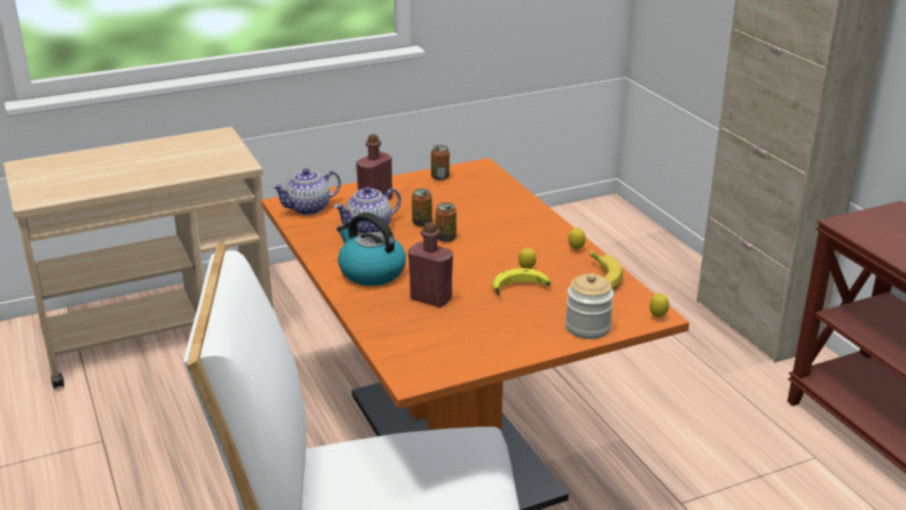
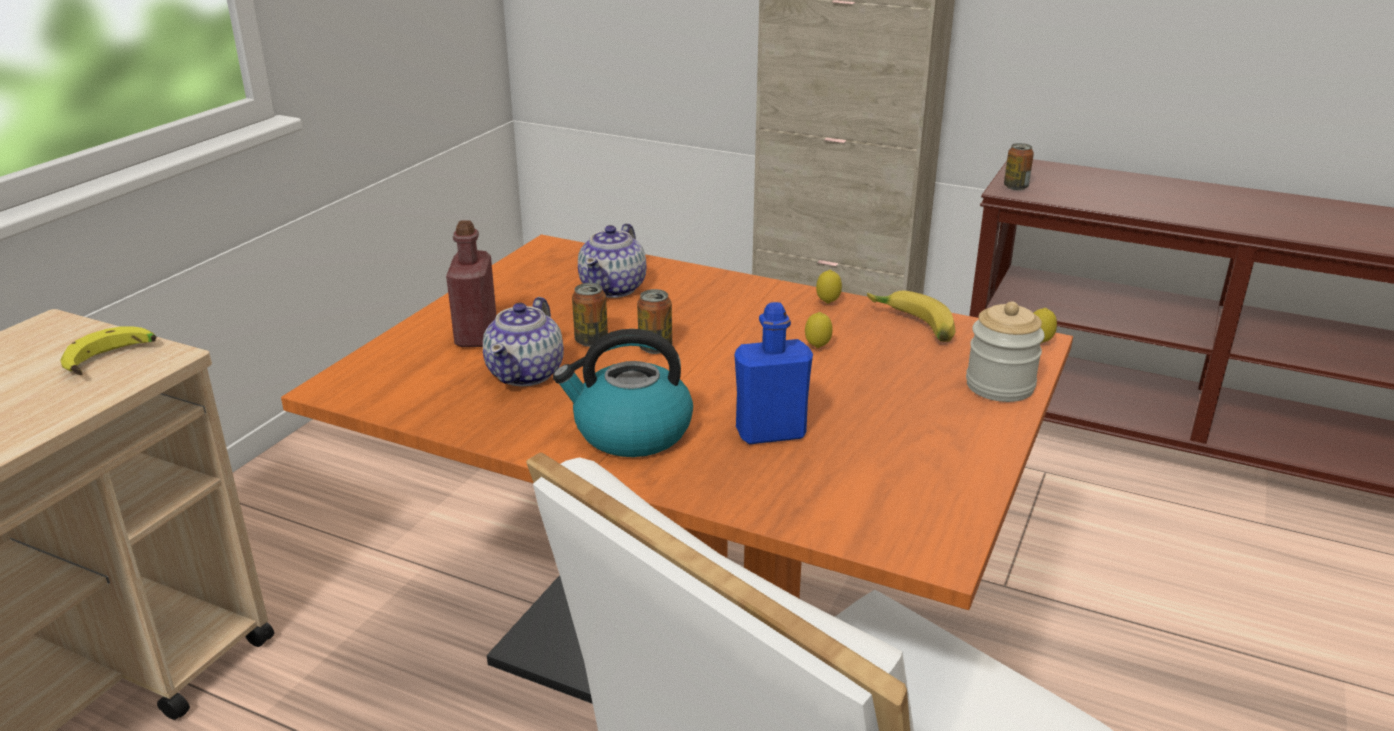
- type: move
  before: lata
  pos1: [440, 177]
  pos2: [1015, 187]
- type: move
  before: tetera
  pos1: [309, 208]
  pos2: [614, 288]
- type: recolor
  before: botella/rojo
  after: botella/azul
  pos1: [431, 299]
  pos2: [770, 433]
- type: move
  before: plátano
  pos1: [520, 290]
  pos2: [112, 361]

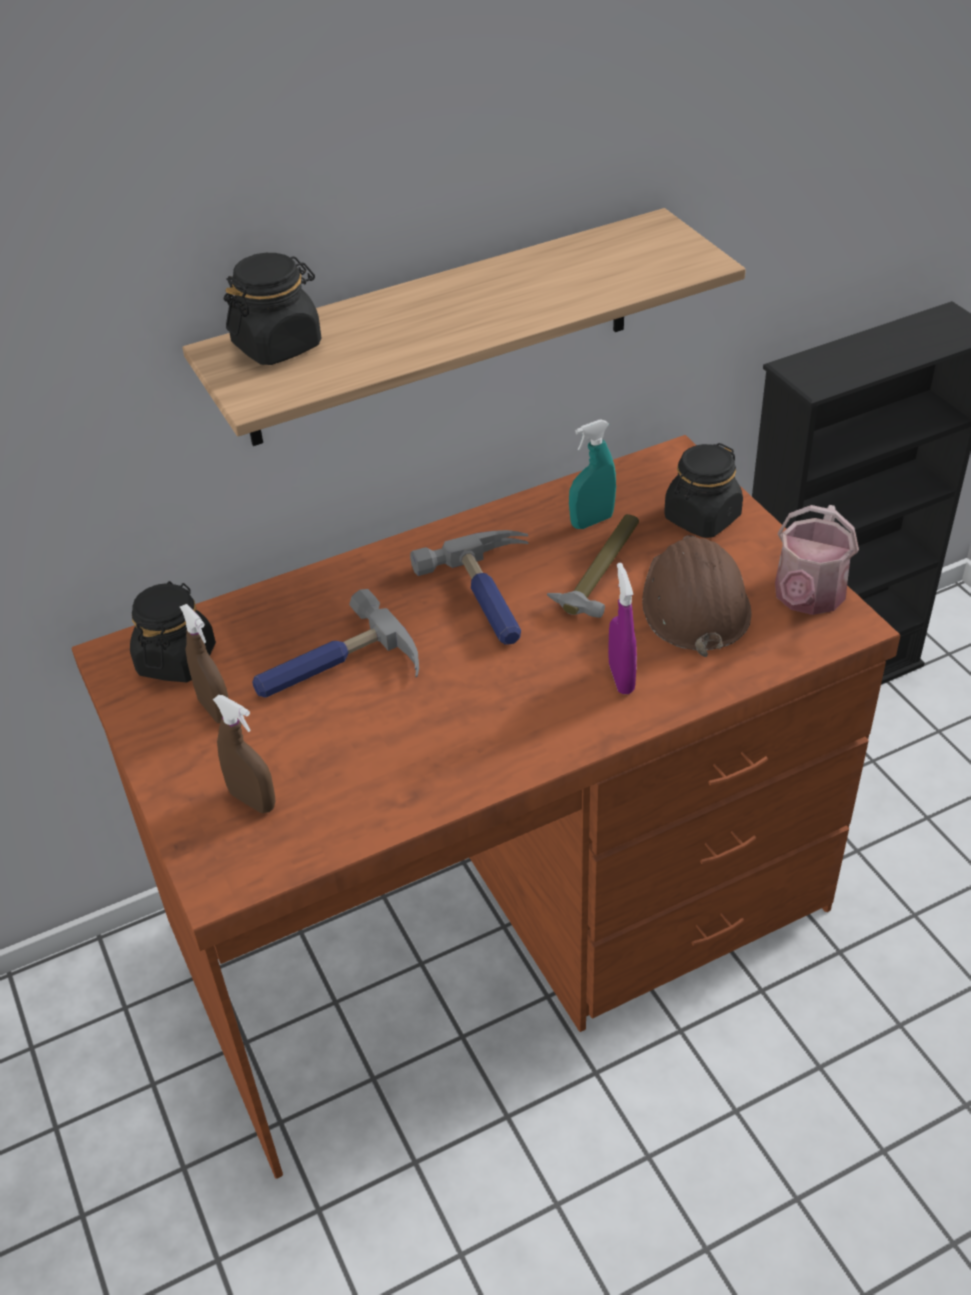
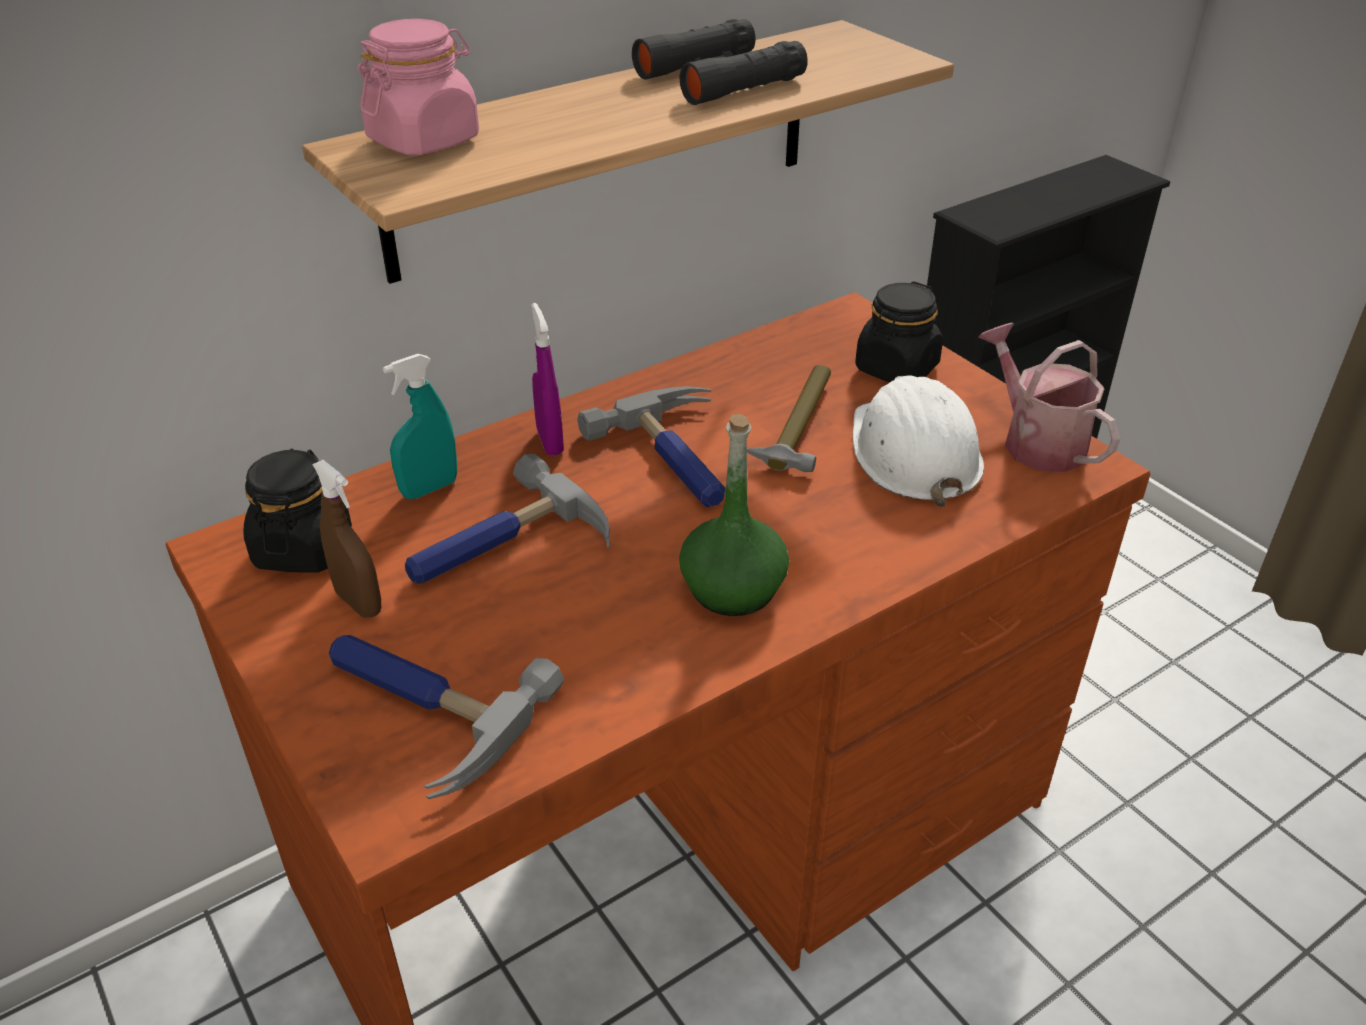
- type: recolor
  before: tarro/negro
  after: tarro/rosa
  pos1: [277, 345]
  pos2: [424, 140]
- type: move
  before: pulverizador/turquesa
  pos1: [592, 521]
  pos2: [429, 488]
- type: rotate
  before: regadera
  pos1: [807, 598]
  pos2: [1036, 441]
  turn: 135
- type: recolor
  before: casco/marrón
  after: casco/blanco
  pos1: [694, 604]
  pos2: [913, 453]
- type: move
  before: pulverizador/morado
  pos1: [621, 678]
  pos2: [550, 441]
- type: replace
  before: pulverizador/marrón
  after: martillo
  pos1: [253, 800]
  pos2: [420, 708]
- type: insert
  after: prismáticos/negro
  pos2: [719, 78]
- type: insert
  after: botella/verde
  pos2: [733, 589]

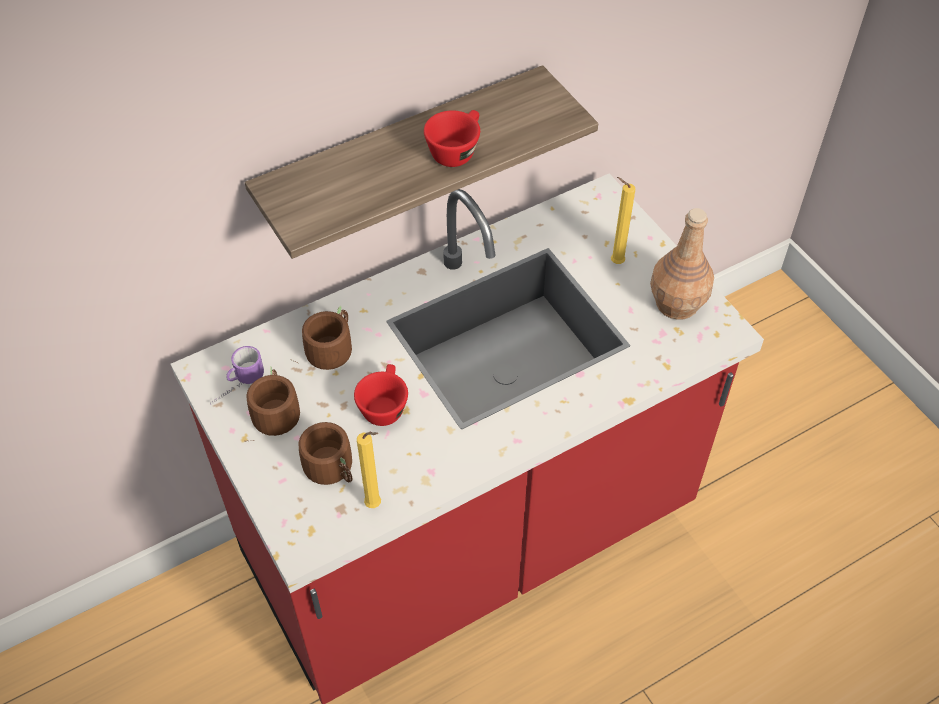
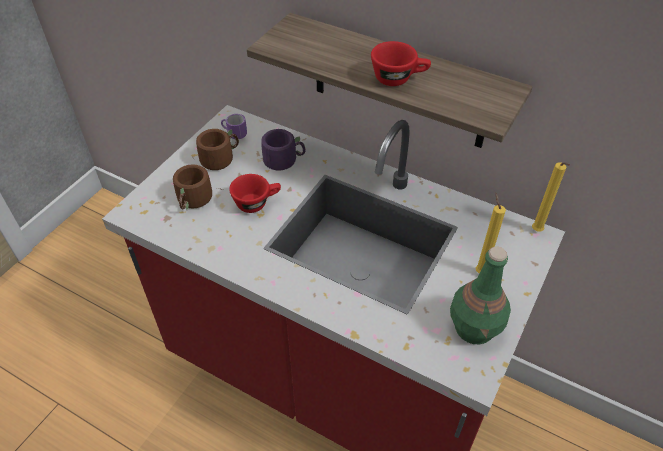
- type: recolor
  before: botella/marrón
  after: botella/verde
  pos1: [677, 303]
  pos2: [475, 327]
- type: recolor
  before: taza grande/marrón
  after: taza grande/morado
  pos1: [329, 348]
  pos2: [284, 159]
- type: move
  before: vela/amarillo
  pos1: [375, 505]
  pos2: [537, 232]

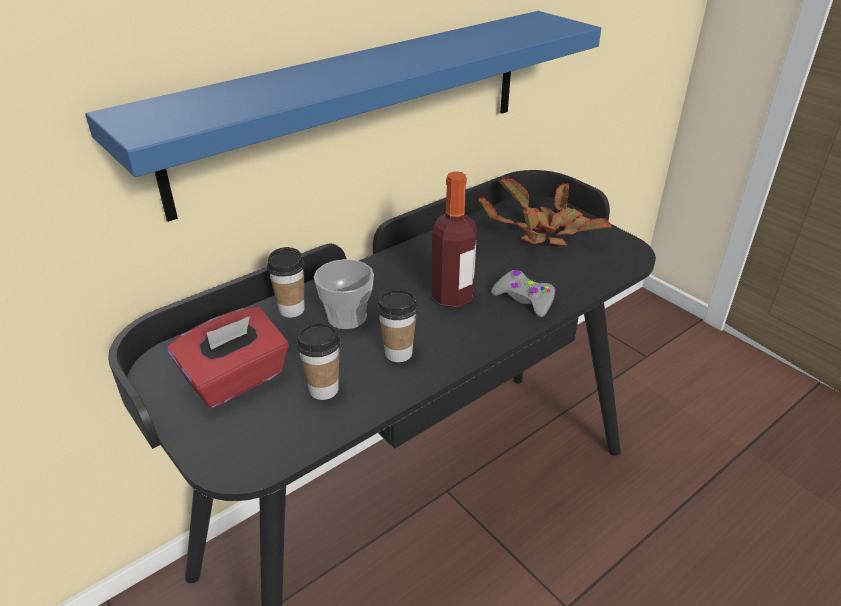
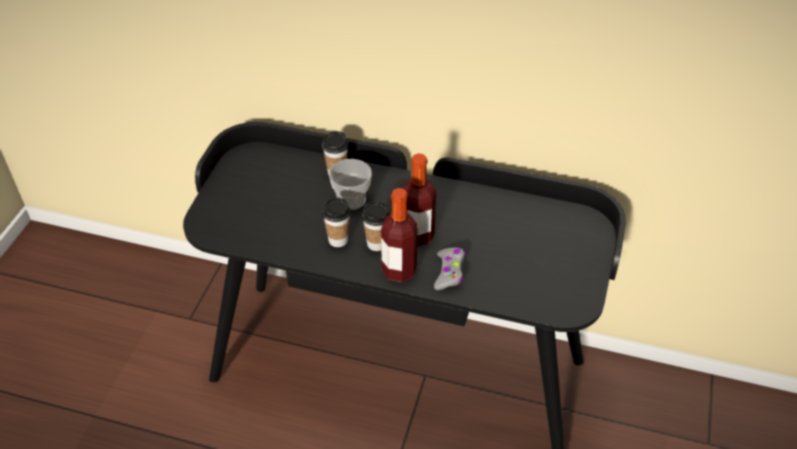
- type: delete
  before: estante/azul
  pos1: [358, 106]
- type: delete
  before: planta en maceta
  pos1: [544, 233]
- type: delete
  before: caja de pañuelos/rojo
  pos1: [236, 380]
- type: move
  before: taza
  pos1: [323, 389]
  pos2: [376, 244]
- type: insert
  after: botella
  pos2: [399, 270]

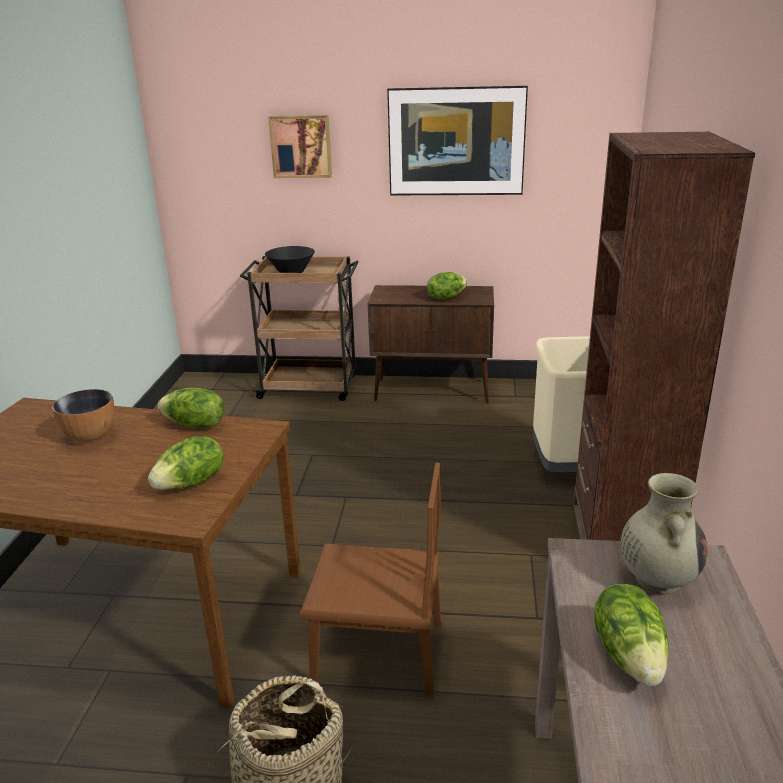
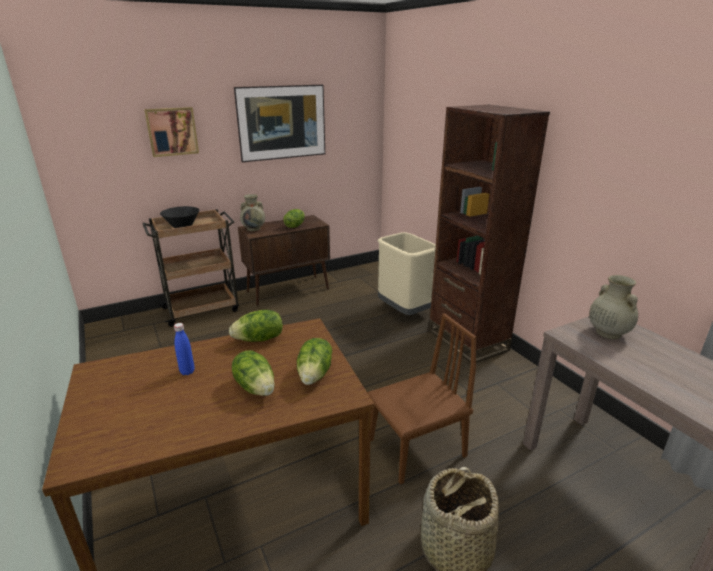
- type: replace
  before: cuenco
  after: botella/azul
  pos1: [90, 436]
  pos2: [187, 371]
- type: move
  before: lechuga
  pos1: [630, 655]
  pos2: [256, 387]
- type: insert
  after: florero/beis
  pos2: [254, 229]

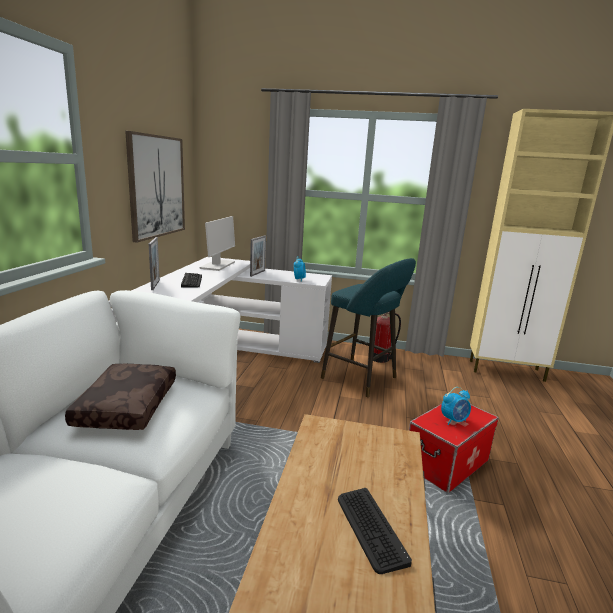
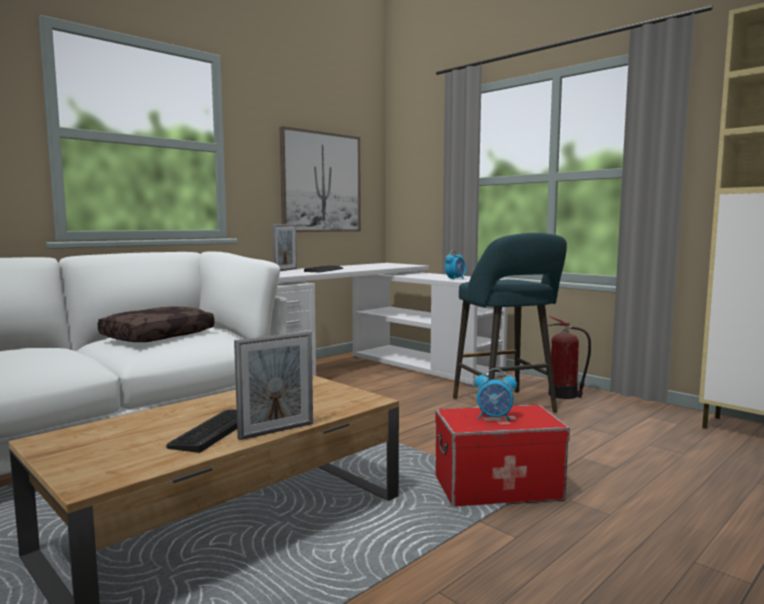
- type: delete
  before: monitor
  pos1: [218, 265]
- type: move
  before: portarretratos
  pos1: [257, 273]
  pos2: [276, 431]

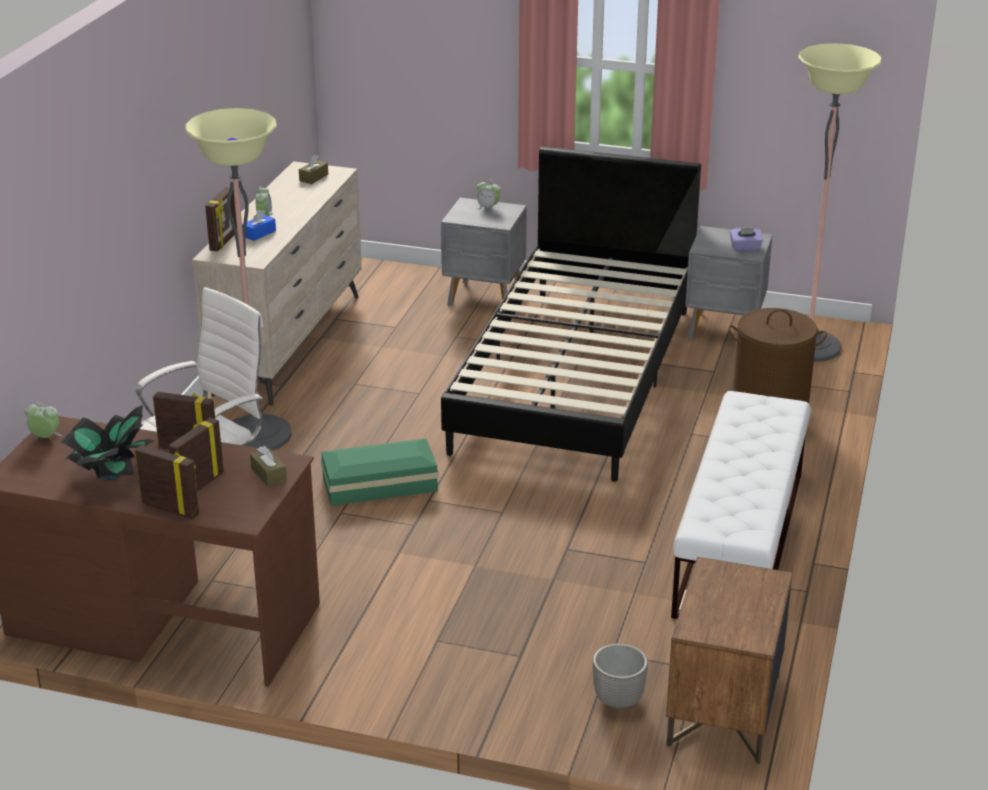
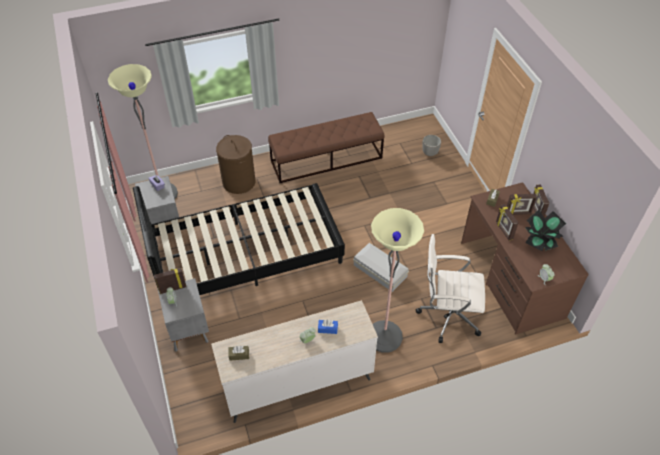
- type: move
  before: portarretratos
  pos1: [224, 242]
  pos2: [172, 288]
- type: recolor
  before: banco/blanco
  after: banco/marrón
  pos1: [740, 542]
  pos2: [326, 159]
- type: recolor
  before: caja de almacenaje/verde
  after: caja de almacenaje/blanco
  pos1: [377, 483]
  pos2: [380, 271]
- type: delete
  before: mesita de noche/marrón
  pos1: [724, 712]

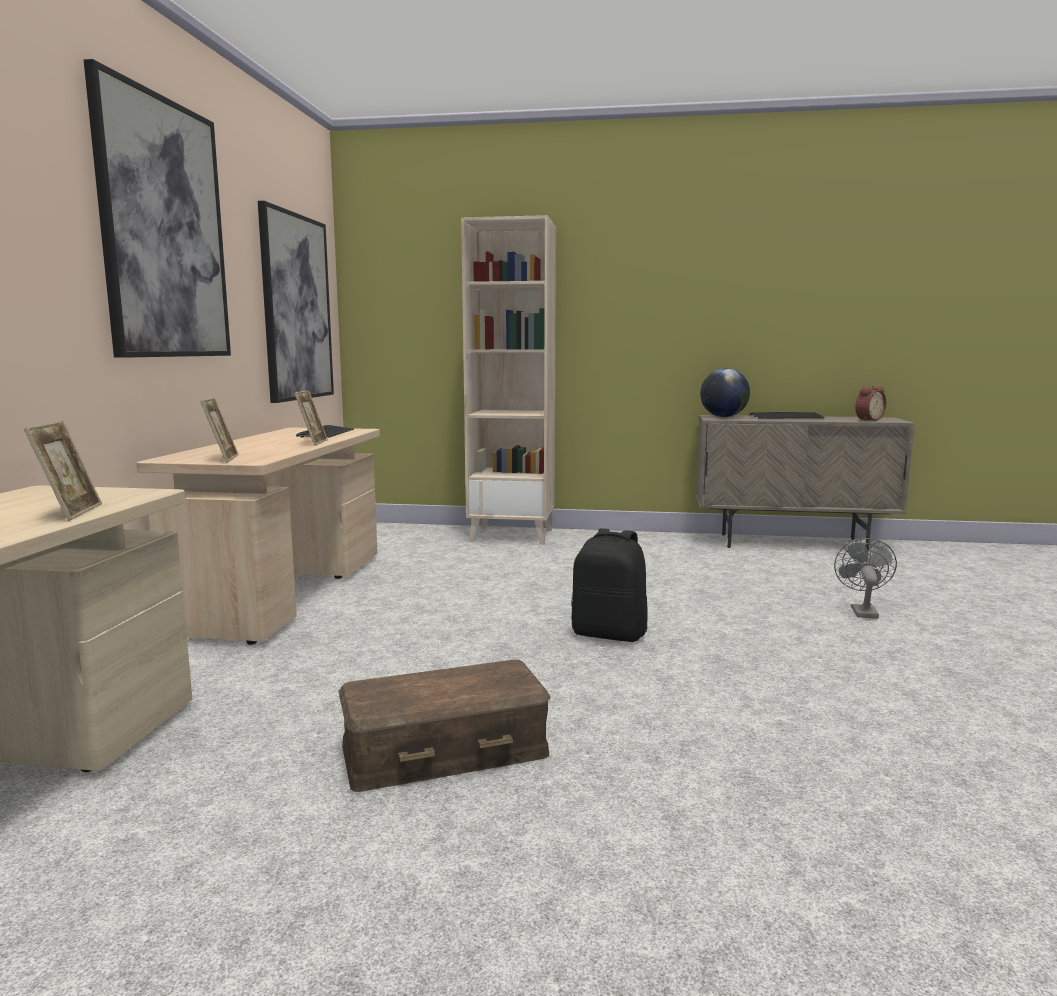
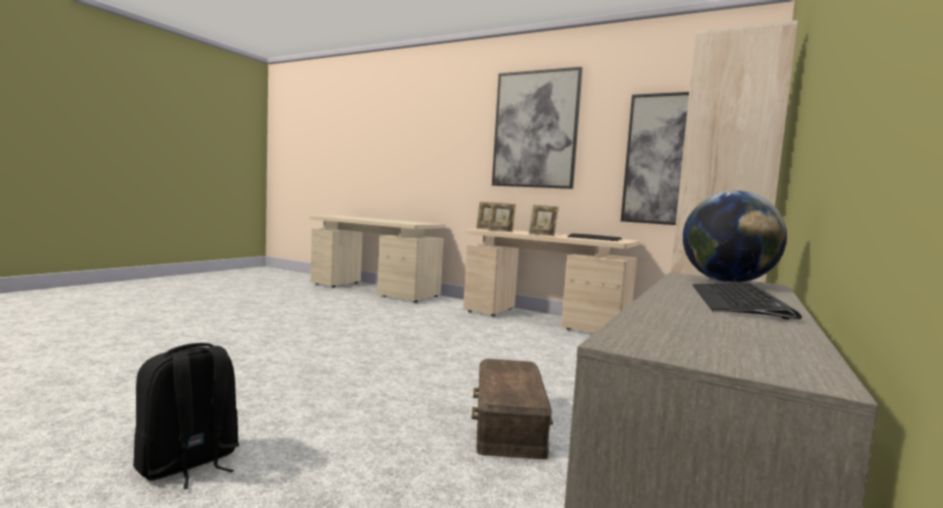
- type: delete
  before: despertador
  pos1: [867, 420]
- type: move
  before: portarretratos
  pos1: [70, 513]
  pos2: [501, 231]
- type: move
  before: mochila/negro
  pos1: [609, 634]
  pos2: [188, 464]
- type: delete
  before: ventilador/gris
  pos1: [862, 611]
- type: move
  before: caja de almacenaje/marrón
  pos1: [444, 749]
  pos2: [510, 423]

